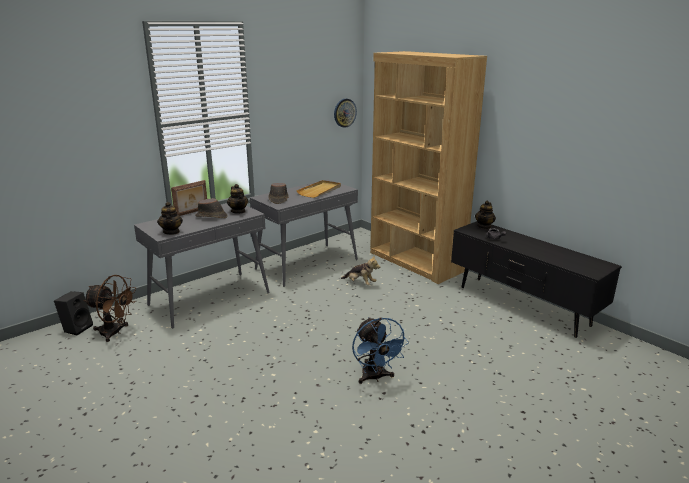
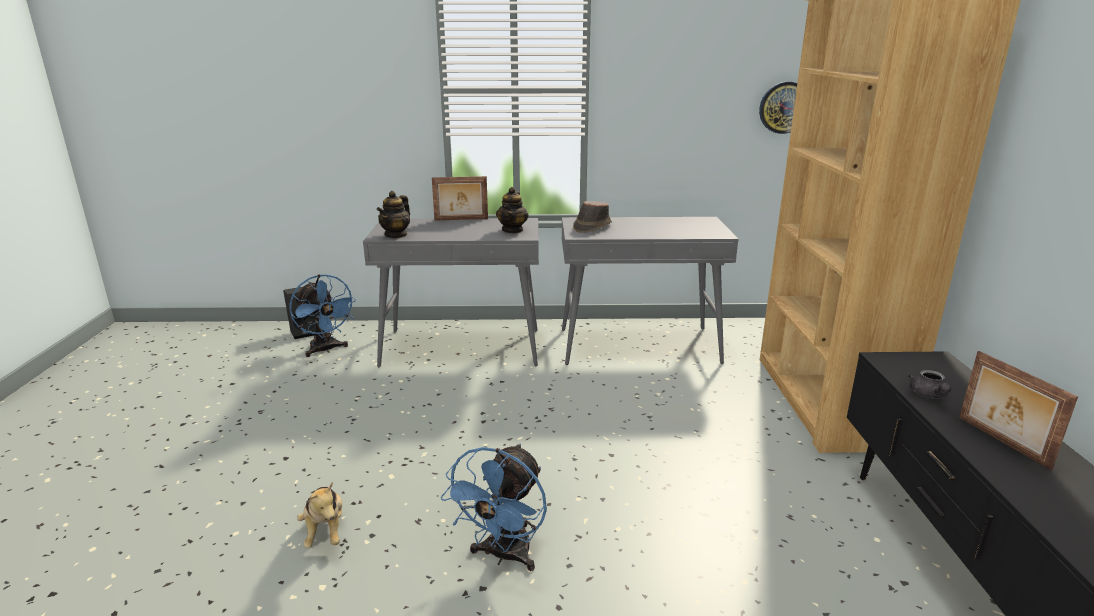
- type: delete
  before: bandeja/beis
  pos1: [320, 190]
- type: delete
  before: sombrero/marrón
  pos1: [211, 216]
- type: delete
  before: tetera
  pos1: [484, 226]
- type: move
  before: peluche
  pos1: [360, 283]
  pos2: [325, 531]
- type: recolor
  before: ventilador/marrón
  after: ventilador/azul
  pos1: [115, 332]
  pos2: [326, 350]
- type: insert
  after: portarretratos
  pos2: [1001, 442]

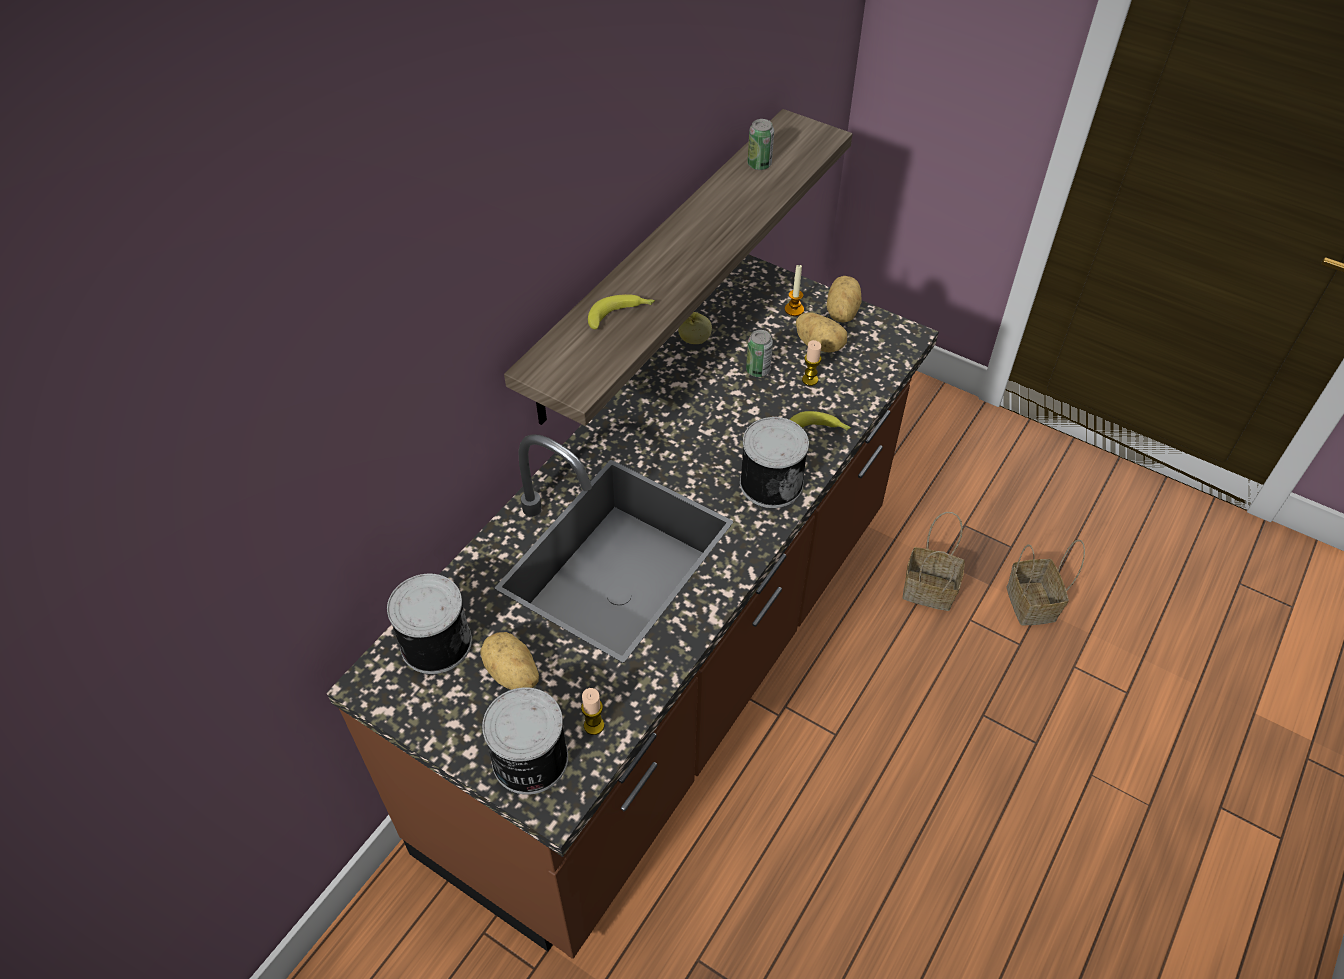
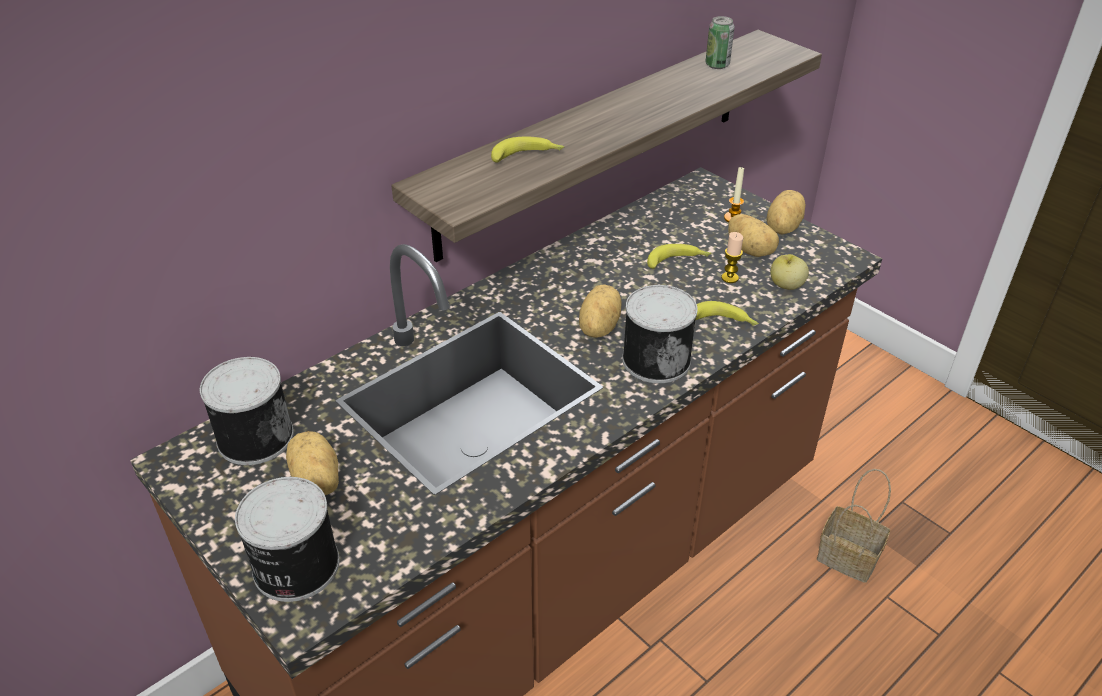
- type: move
  before: manzana
  pos1: [694, 340]
  pos2: [786, 285]
- type: replace
  before: lata
  after: plátano
  pos1: [758, 370]
  pos2: [678, 262]
- type: delete
  before: cesta
  pos1: [1032, 605]
- type: delete
  before: vela
  pos1: [594, 725]
- type: insert
  after: patata
  pos2: [597, 327]

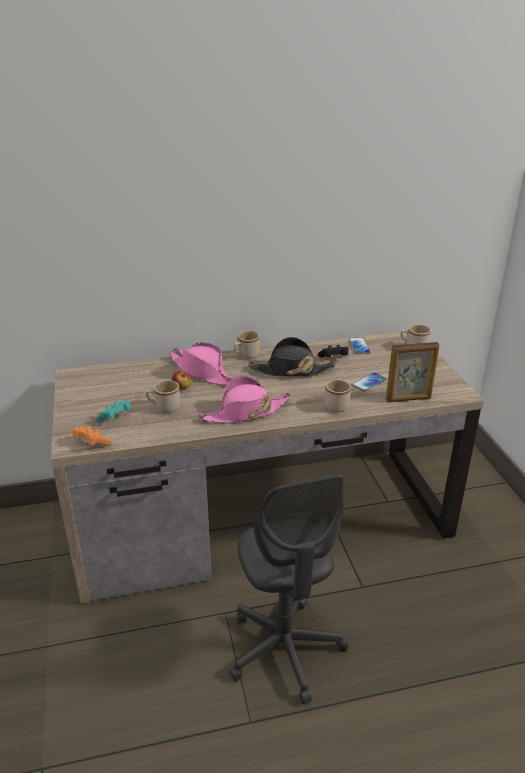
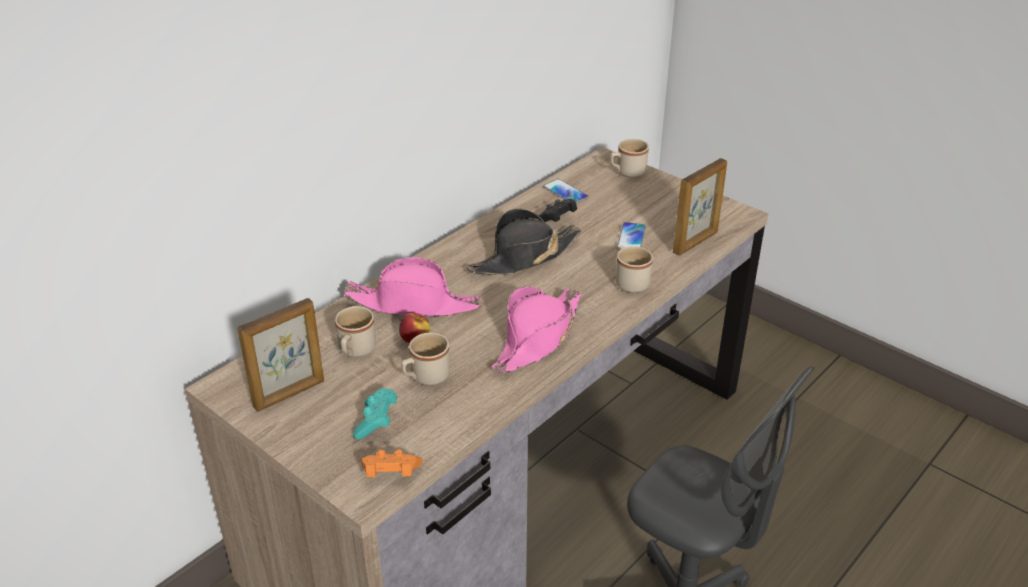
- type: move
  before: taza grande/beis
  pos1: [245, 356]
  pos2: [355, 351]
- type: insert
  after: portarretratos
  pos2: [290, 394]

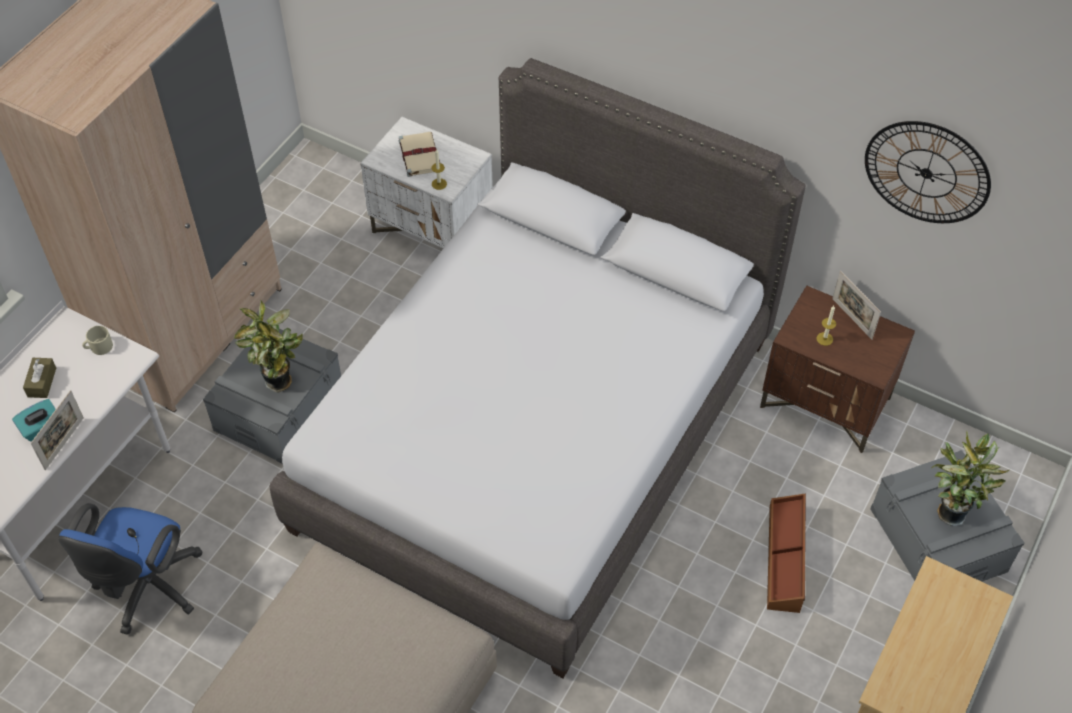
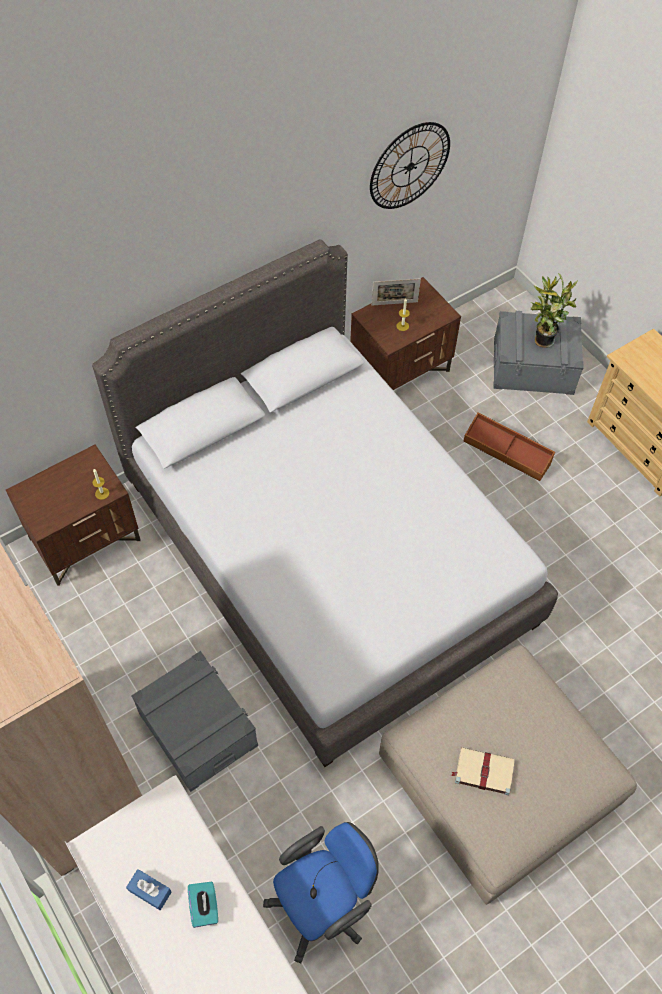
- type: recolor
  before: mesita de noche/blanco
  after: mesita de noche/marrón
  pos1: [433, 229]
  pos2: [86, 539]
- type: move
  before: libro/beis
  pos1: [419, 155]
  pos2: [483, 771]
- type: delete
  before: planta en maceta
  pos1: [281, 384]
- type: delete
  before: taza grande/beis
  pos1: [98, 347]
- type: recolor
  before: caja de pañuelos/marrón
  after: caja de pañuelos/azul
  pos1: [42, 382]
  pos2: [150, 891]
- type: delete
  before: portarretratos
  pos1: [64, 443]
- type: rotate
  before: silla de oficina/azul
  pos1: [147, 590]
  pos2: [323, 904]
  turn: -75

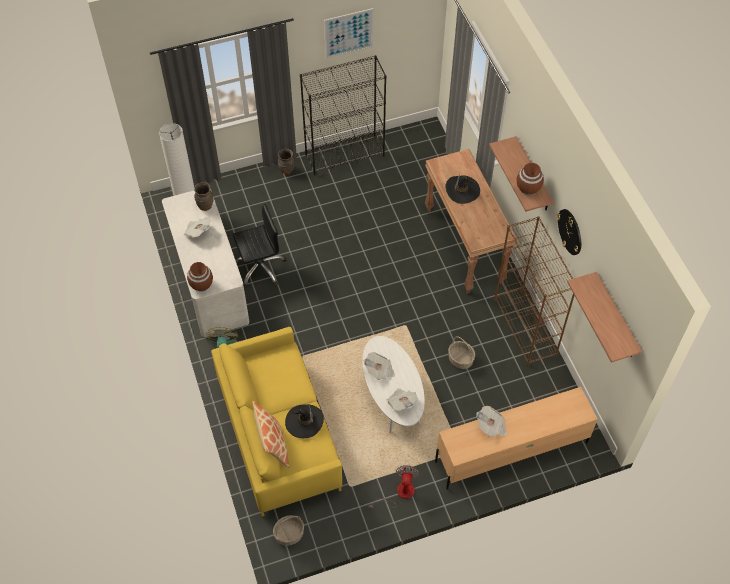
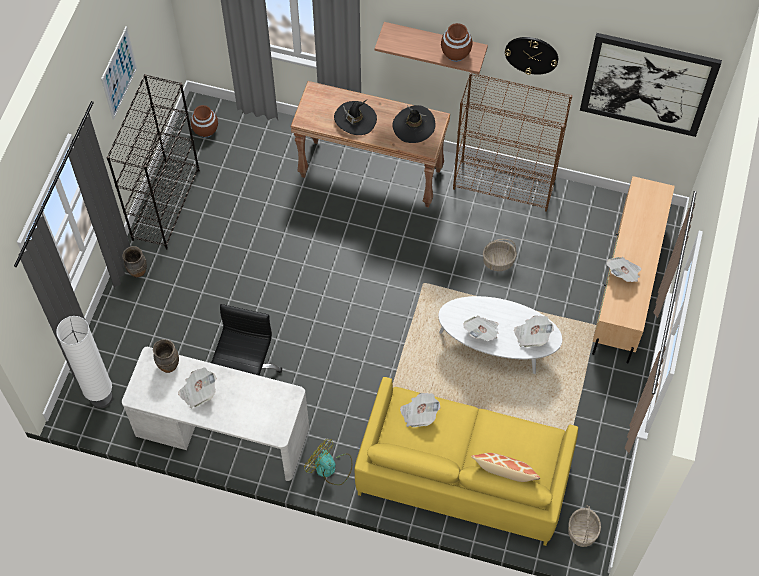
- type: move
  before: florero/marrón
  pos1: [201, 285]
  pos2: [205, 130]
- type: replace
  before: estante
  after: cuadro
  pos1: [616, 317]
  pos2: [648, 84]
- type: move
  before: sombrero/negro
  pos1: [304, 421]
  pos2: [413, 126]
- type: delete
  before: ventilador
  pos1: [399, 493]
- type: insert
  after: periódico
  pos2: [419, 414]

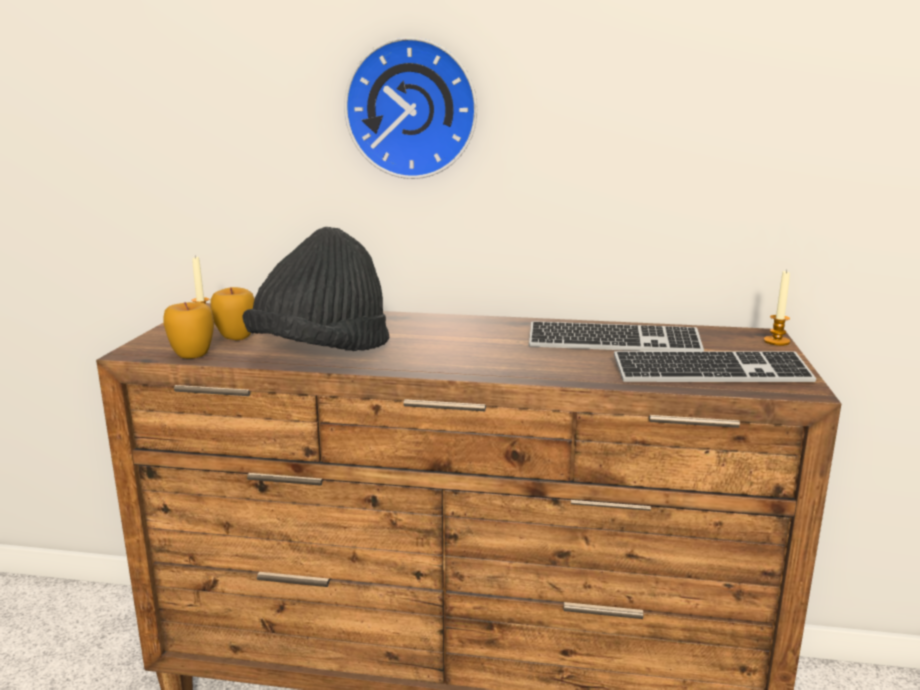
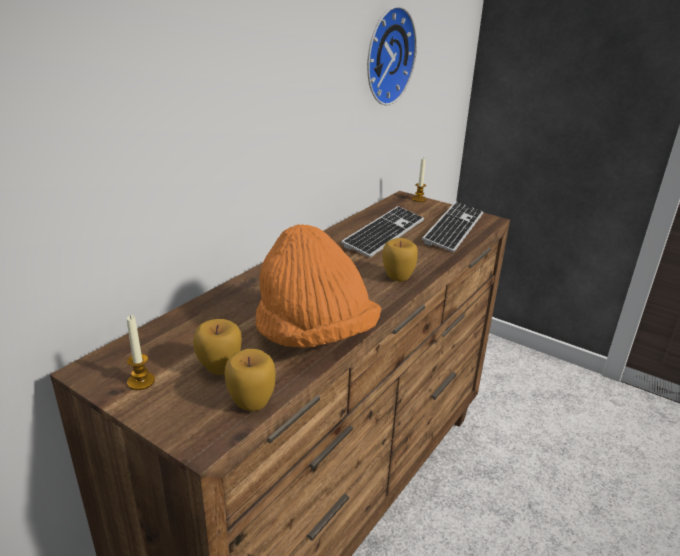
- type: move
  before: reloj de pared
  pos1: [412, 109]
  pos2: [386, 56]
- type: recolor
  before: sombrero/negro
  after: sombrero/naranja
  pos1: [321, 354]
  pos2: [313, 335]
- type: insert
  after: manzana
  pos2: [397, 277]

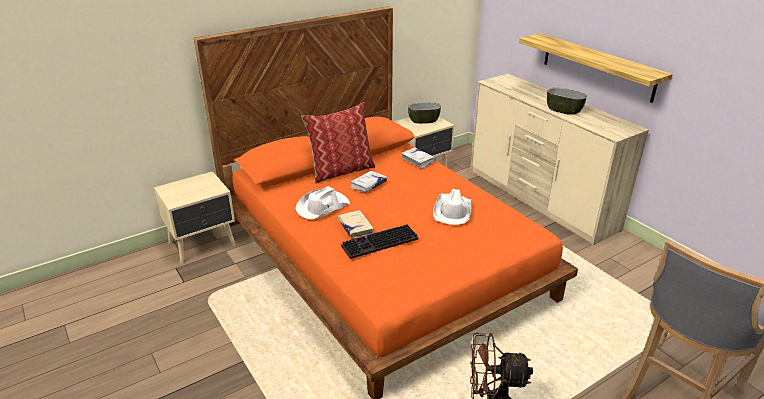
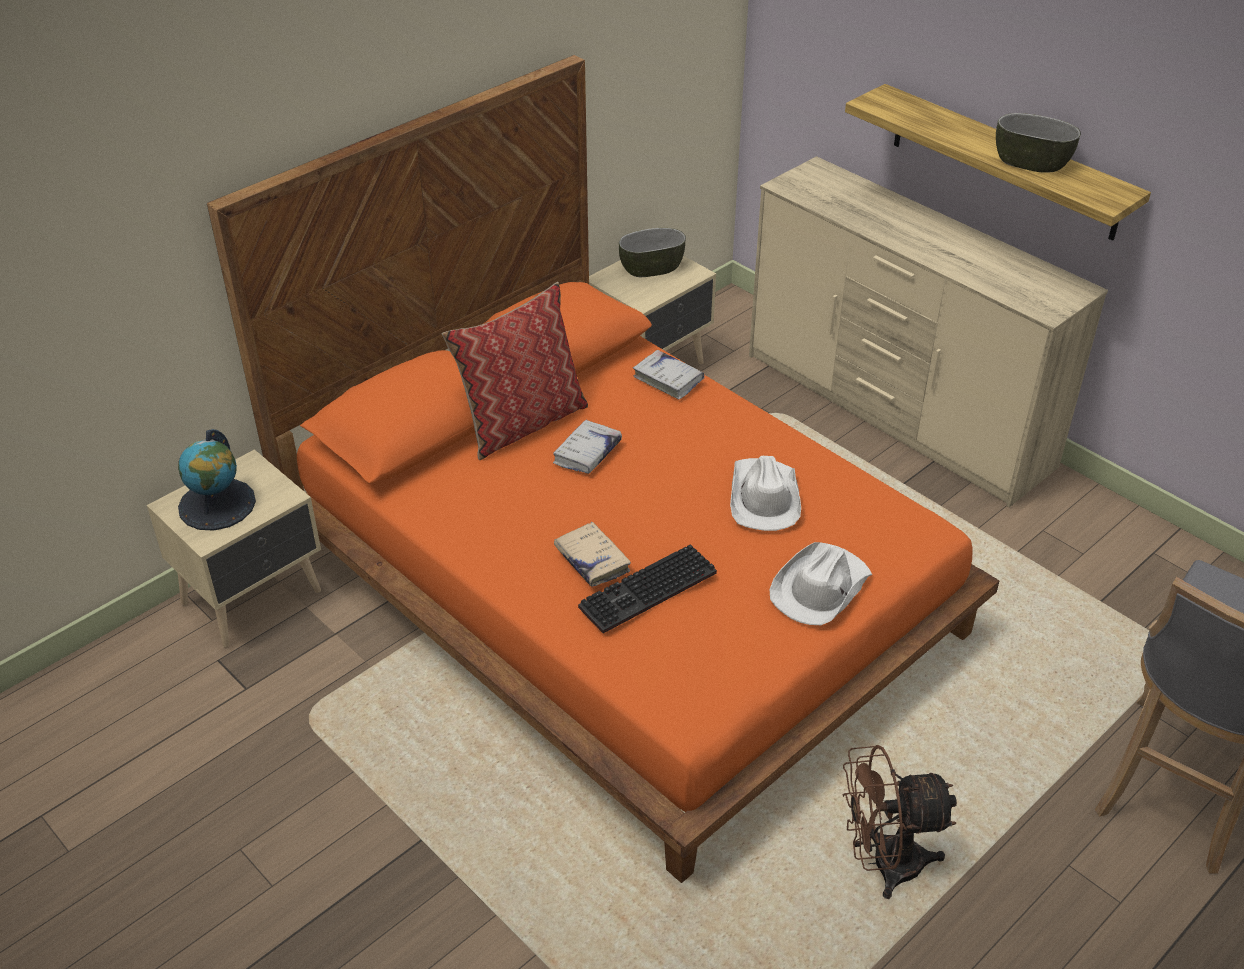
- type: move
  before: cuenco
  pos1: [563, 110]
  pos2: [1031, 161]
- type: move
  before: sombrero/blanco
  pos1: [322, 207]
  pos2: [819, 588]
- type: insert
  after: globo terráqueo
  pos2: [217, 504]

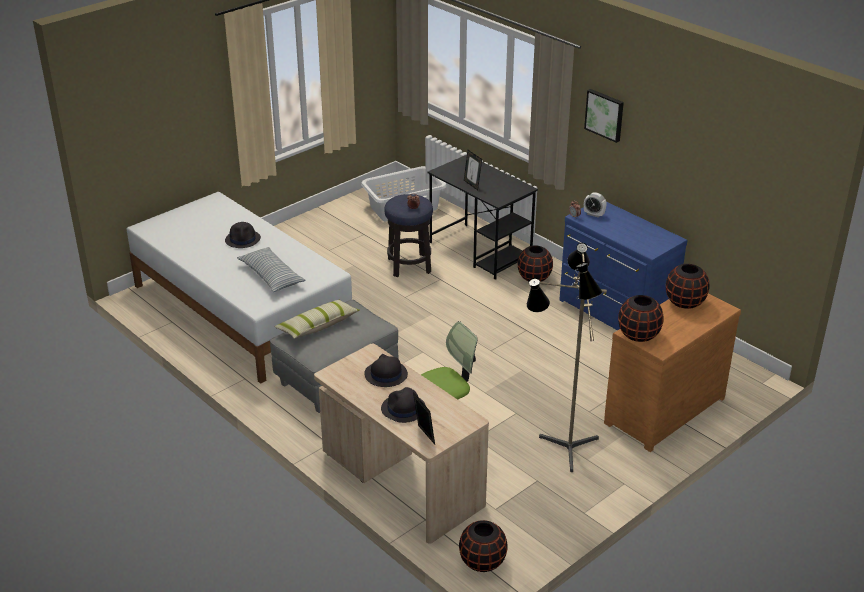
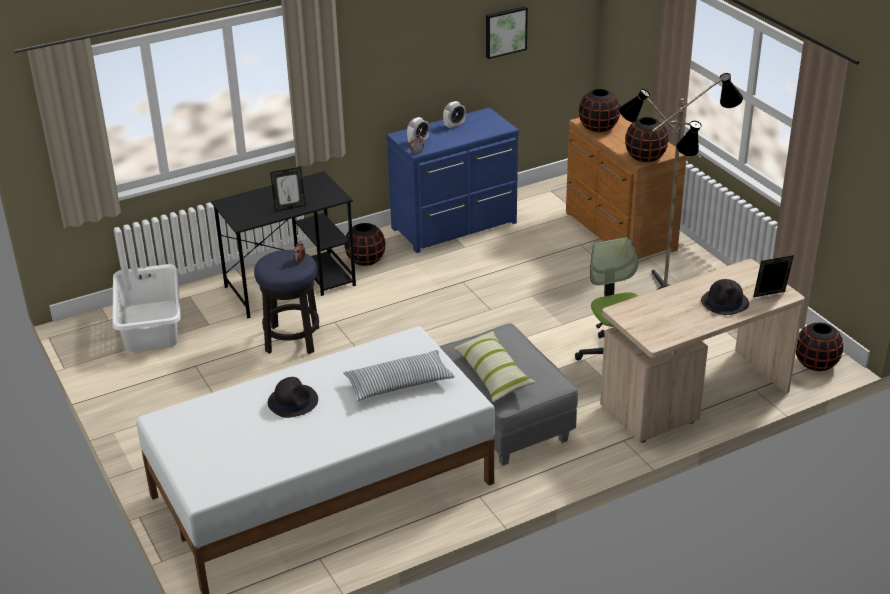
- type: move
  before: cuadro
  pos1: [605, 115]
  pos2: [505, 31]
- type: delete
  before: sombrero/negro
  pos1: [385, 374]
- type: insert
  after: despertador
  pos2: [454, 125]

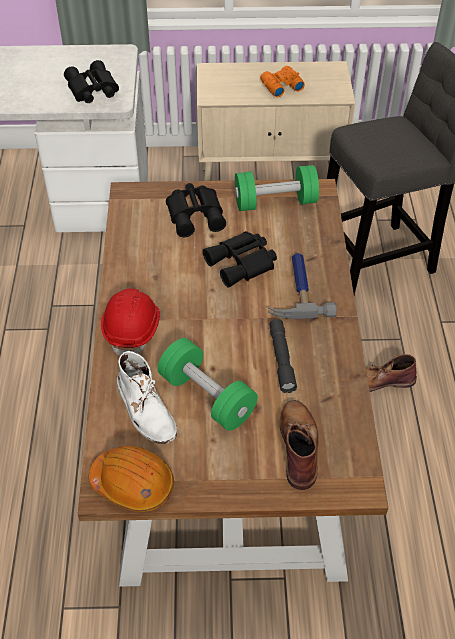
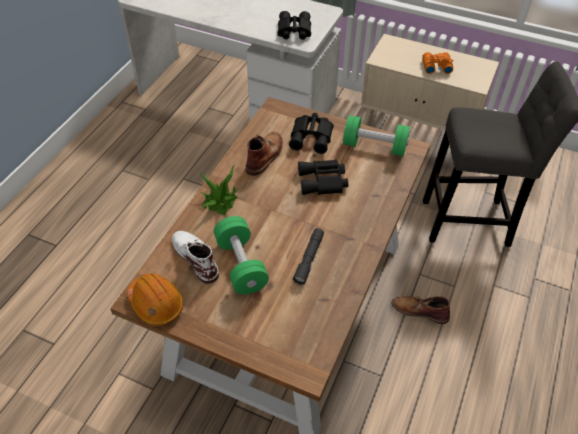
- type: delete
  before: martillo
  pos1: [297, 290]
- type: replace
  before: casco/rojo
  after: planta en maceta
  pos1: [133, 329]
  pos2: [221, 200]
- type: rotate
  before: bota/blanco
  pos1: [146, 409]
  pos2: [195, 257]
  turn: 150
- type: move
  before: bota/marrón
  pos1: [299, 445]
  pos2: [265, 155]

